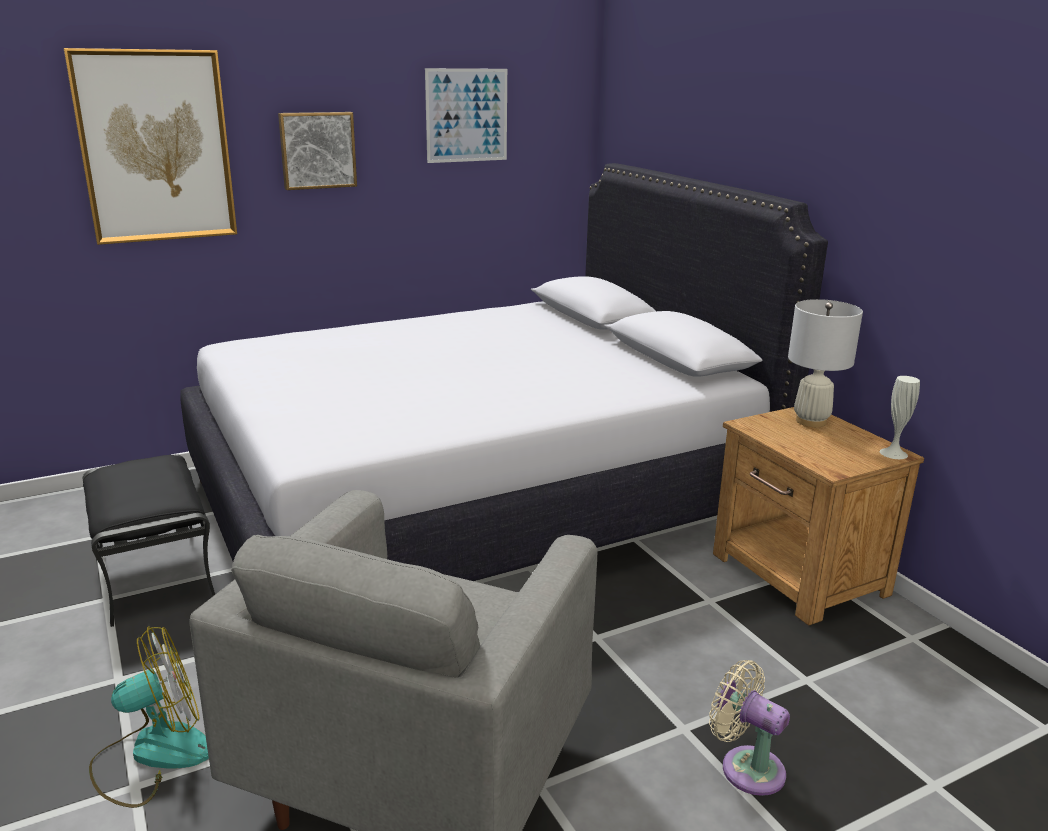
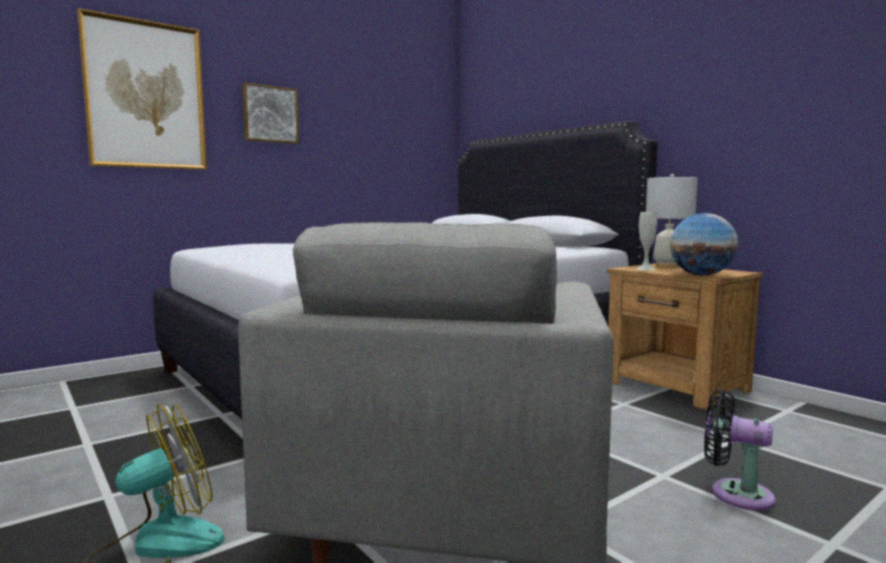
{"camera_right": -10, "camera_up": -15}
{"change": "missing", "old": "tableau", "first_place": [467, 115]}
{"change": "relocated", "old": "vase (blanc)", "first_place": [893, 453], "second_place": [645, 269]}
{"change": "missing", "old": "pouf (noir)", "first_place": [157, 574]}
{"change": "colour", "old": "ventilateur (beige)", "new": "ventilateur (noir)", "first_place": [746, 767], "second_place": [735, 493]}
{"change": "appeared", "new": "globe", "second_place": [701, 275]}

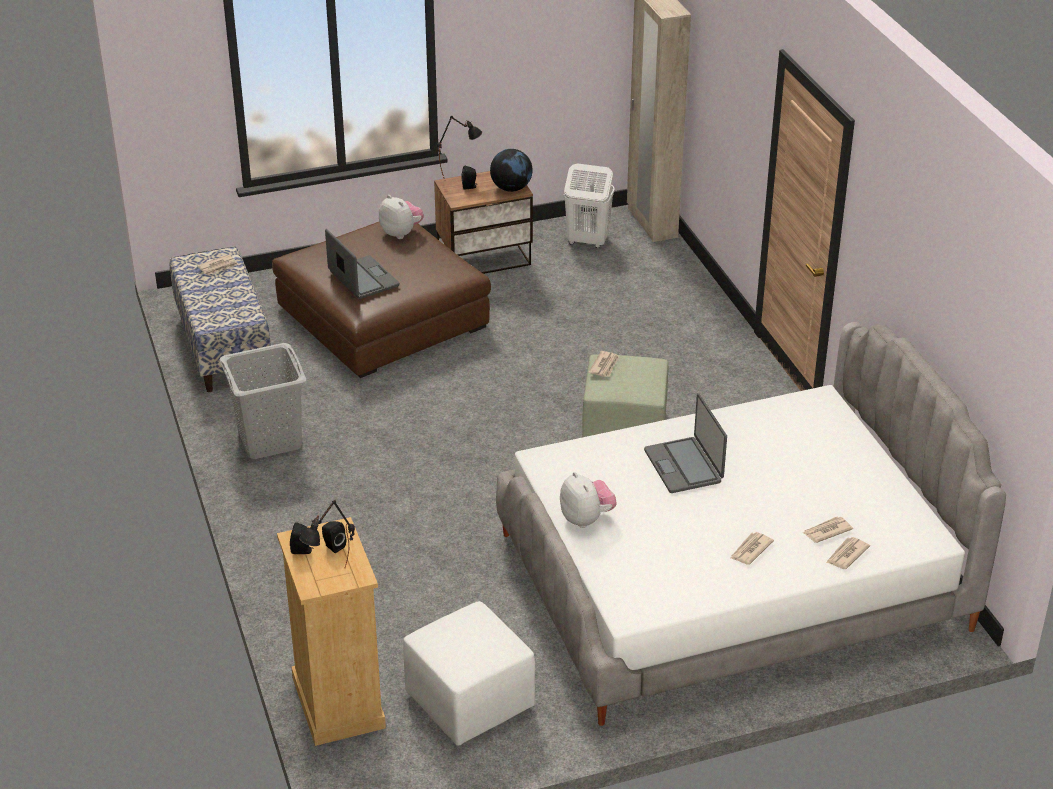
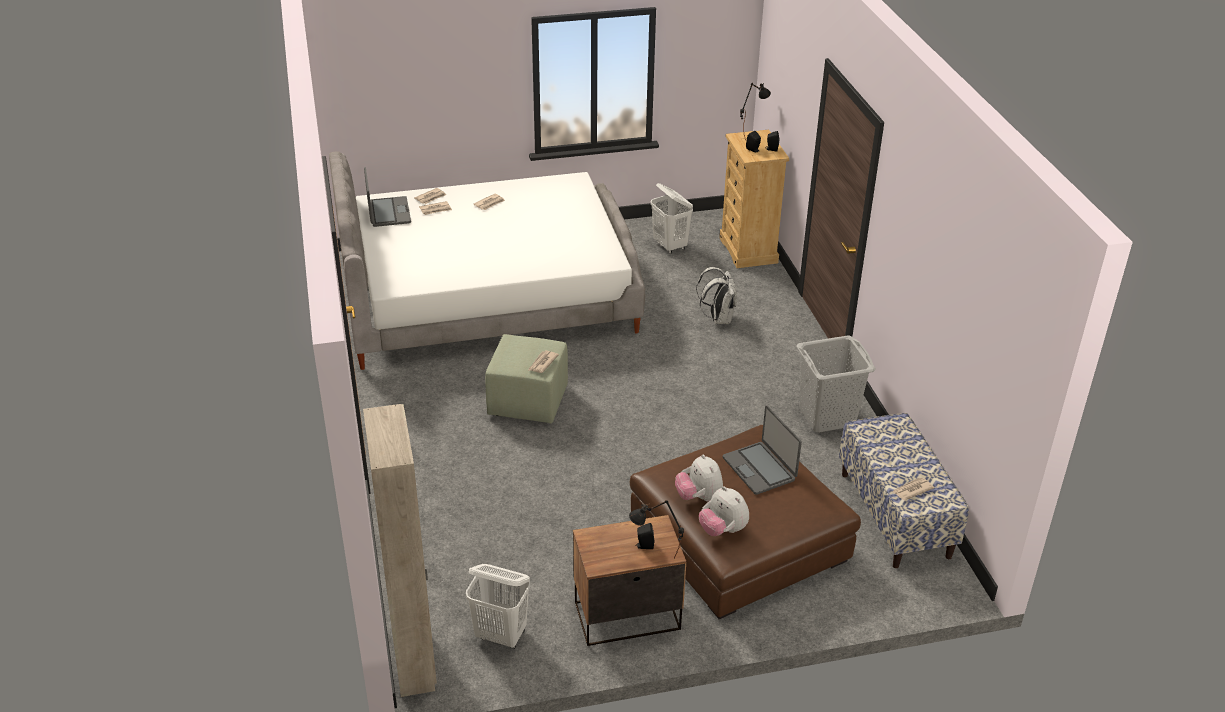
{"camera_right": -175, "camera_up": 0}
{"change": "missing", "old": "globe", "first_place": [511, 188]}
{"change": "relocated", "old": "ordinateur portable", "first_place": [684, 466], "second_place": [388, 213]}
{"change": "relocated", "old": "peluche", "first_place": [586, 519], "second_place": [699, 497]}
{"change": "exchanged", "old": "pouf (blanc)", "new": "panier à linge (blanc)", "first_place": [468, 701], "second_place": [670, 246]}
{"change": "appeared", "new": "sac à dos (blanc)", "second_place": [718, 318]}

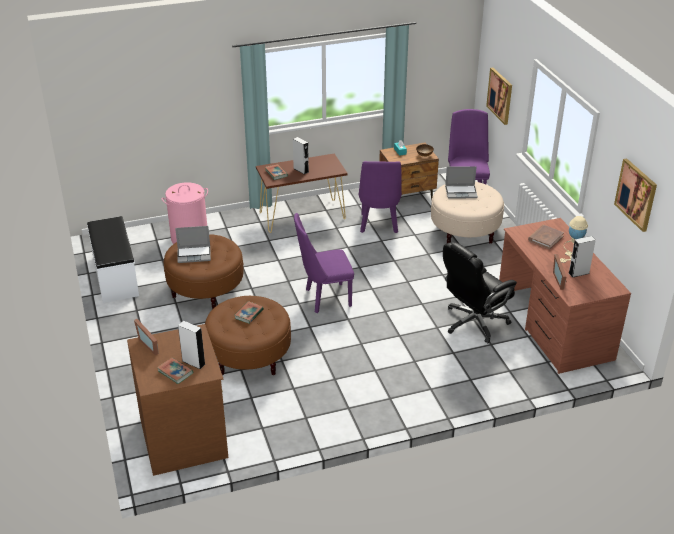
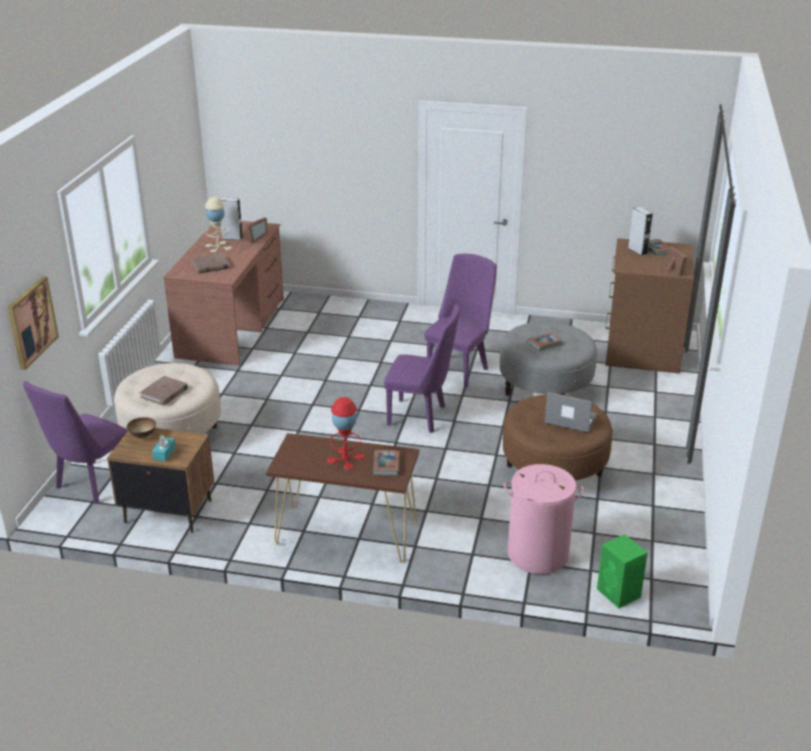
{"camera_right": -150, "camera_up": -5}
{"change": "exchanged", "old": "enceinte (gris)", "new": "lampe de table (rouge)", "first_place": [301, 170], "second_place": [345, 458]}
{"change": "missing", "old": "tableau", "first_place": [636, 194]}
{"change": "relocated", "old": "chaise (violet)", "first_place": [379, 225], "second_place": [459, 369]}
{"change": "exchanged", "old": "ordinateur portable", "new": "livre (marron)", "first_place": [461, 192], "second_place": [164, 393]}
{"change": "missing", "old": "banc (blanc)", "first_place": [115, 276]}
{"change": "missing", "old": "chaise de bureau (noir)", "first_place": [474, 322]}
{"change": "colour", "old": "pouf (marron)", "new": "pouf (gris)", "first_place": [249, 356], "second_place": [545, 389]}
{"change": "appeared", "new": "enceinte (vert)", "second_place": [619, 593]}

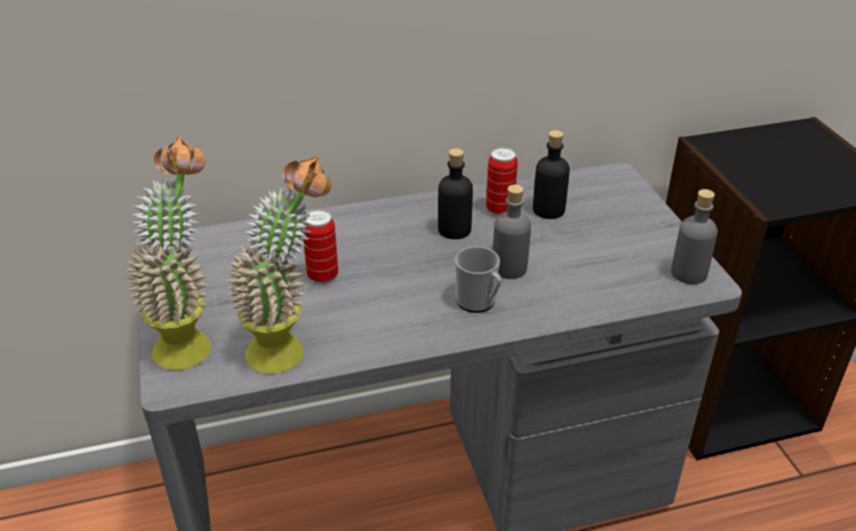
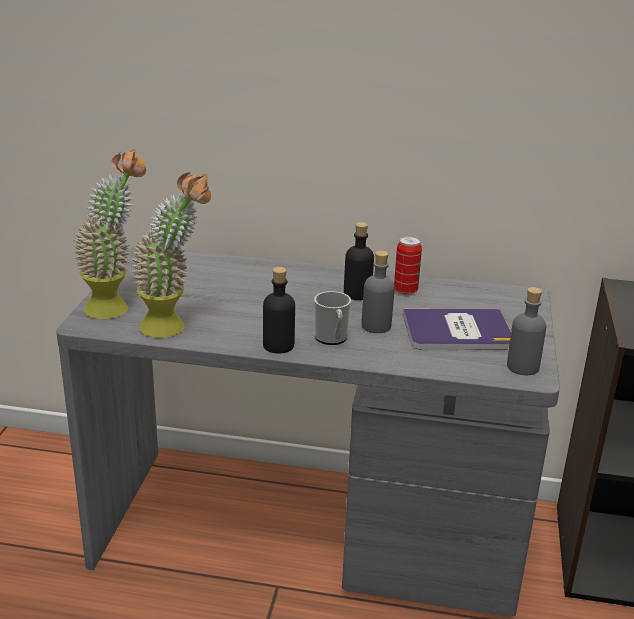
{"camera_right": 25, "camera_up": -10}
{"change": "relocated", "old": "bouteille (noir)", "first_place": [548, 210], "second_place": [278, 345]}
{"change": "missing", "old": "boîte métallique", "first_place": [322, 276]}
{"change": "appeared", "new": "livre", "second_place": [457, 331]}

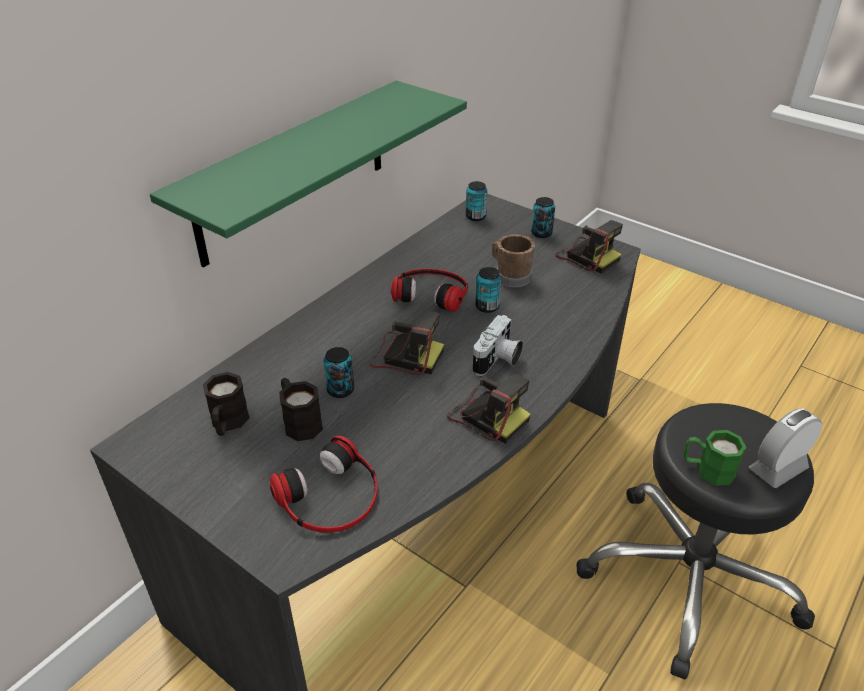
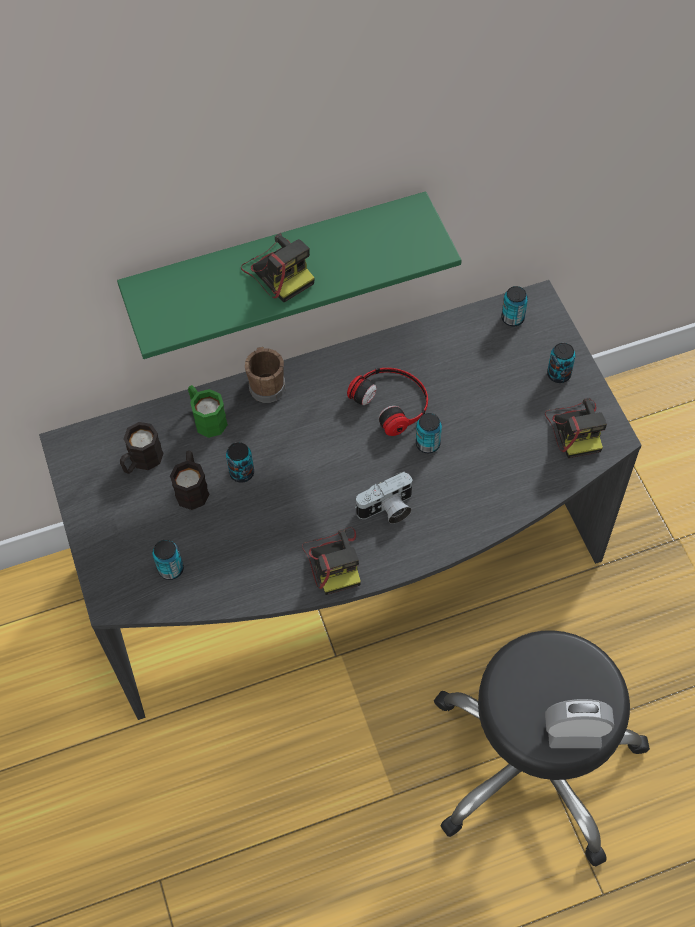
{"camera_right": 35, "camera_up": 20}
{"change": "relocated", "old": "mug (marron)", "first_place": [510, 276], "second_place": [266, 384]}
{"change": "relocated", "old": "appareil photo", "first_place": [405, 356], "second_place": [279, 271]}
{"change": "relocated", "old": "mug (vert)", "first_place": [707, 469], "second_place": [206, 418]}
{"change": "exchanged", "old": "casque audio", "new": "boîte métallique", "first_place": [331, 496], "second_place": [171, 569]}

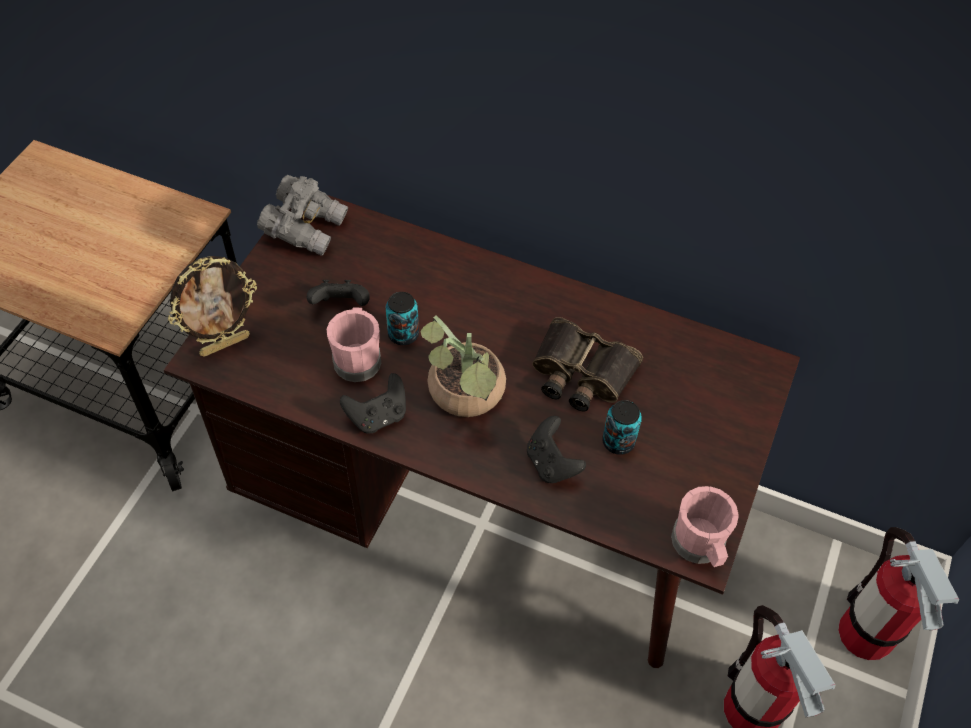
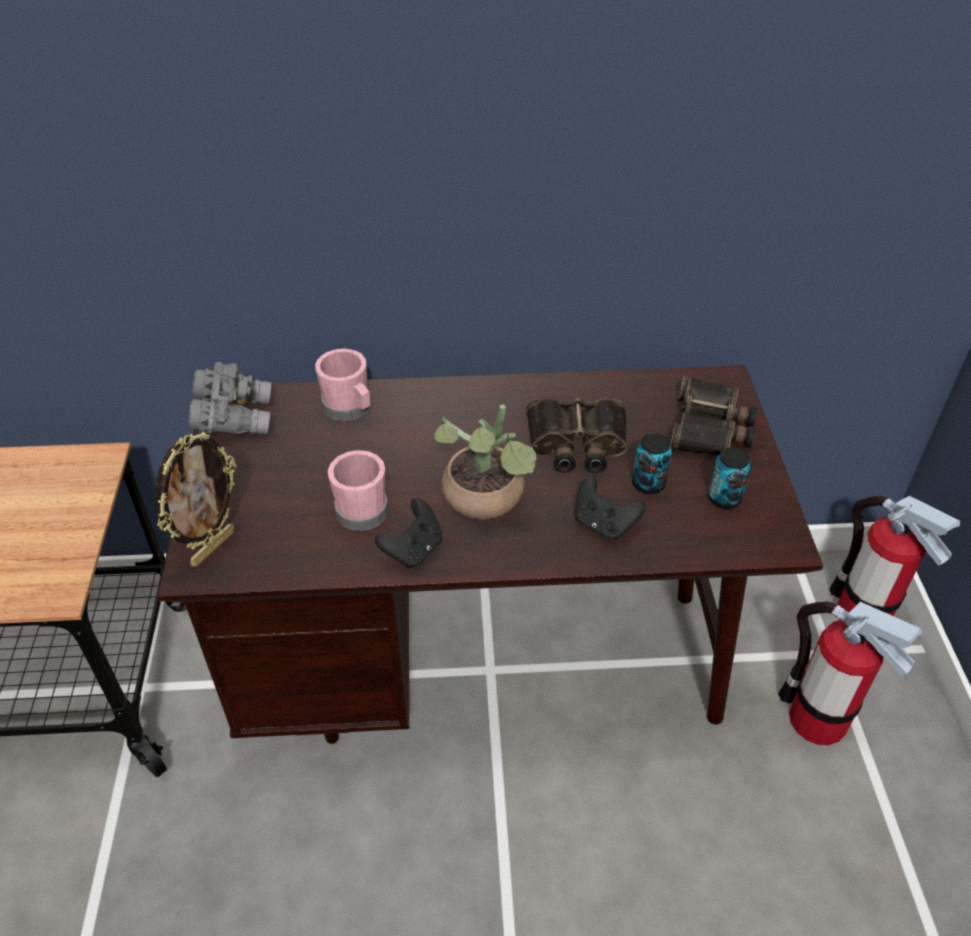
{"camera_right": -25, "camera_up": -10}
{"change": "missing", "old": "manette (noir)", "first_place": [341, 306]}
{"change": "relocated", "old": "boîte métallique", "first_place": [403, 334], "second_place": [724, 498]}
{"change": "relocated", "old": "mug (rose)", "first_place": [700, 546], "second_place": [350, 409]}
{"change": "appeared", "new": "jumelles", "second_place": [710, 428]}

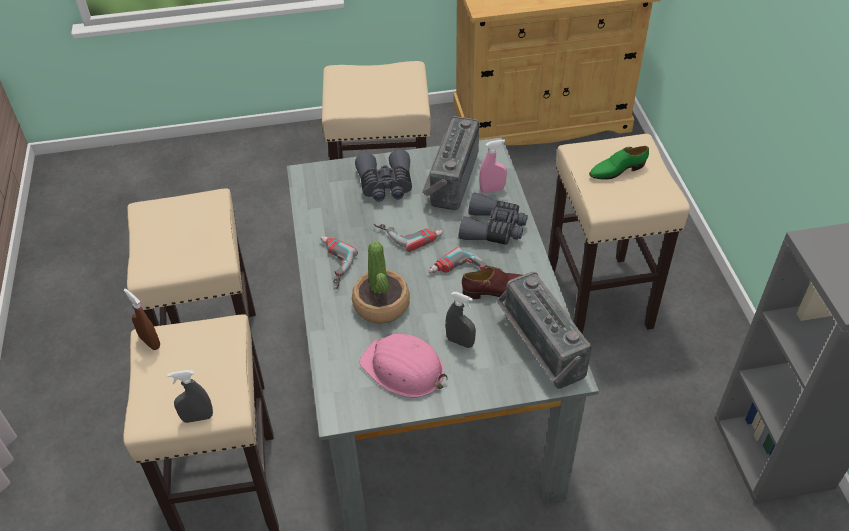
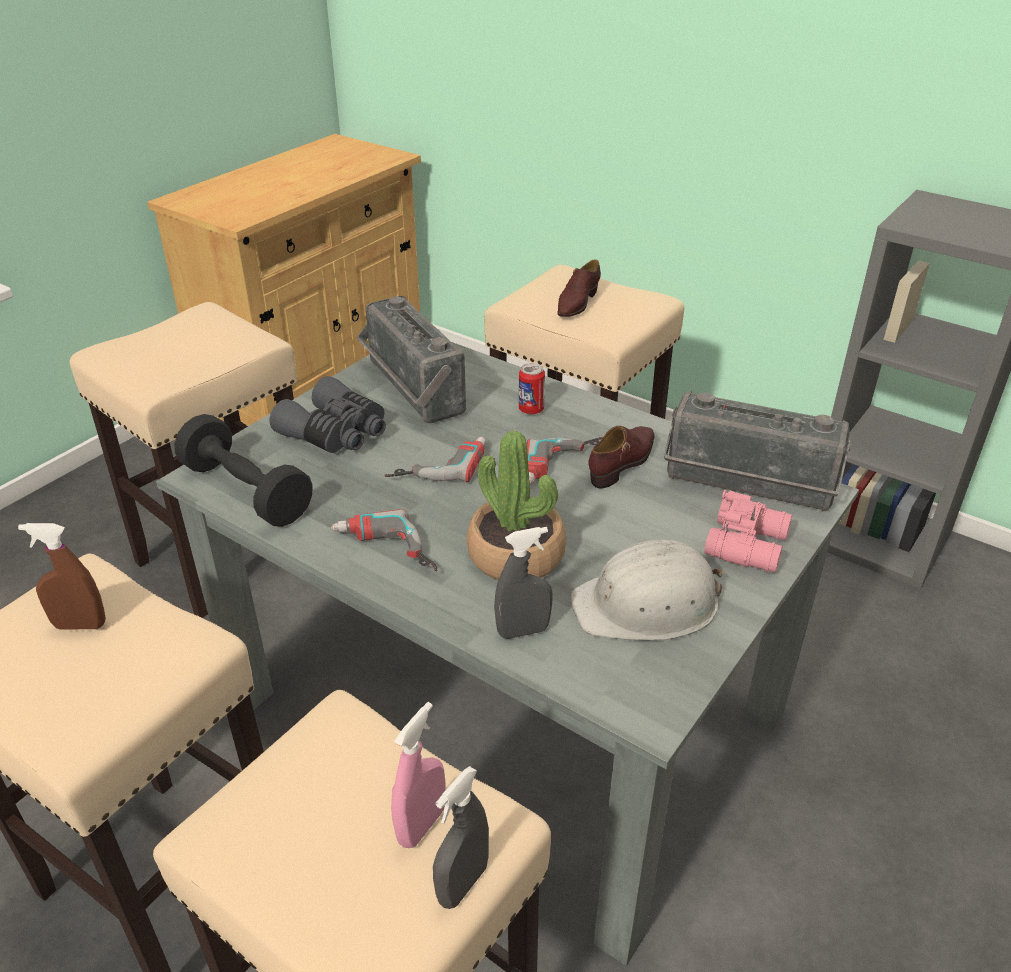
{"camera_right": -45, "camera_up": -10}
{"change": "relocated", "old": "vaporisateur (rose)", "first_place": [492, 189], "second_place": [421, 825]}
{"change": "colour", "old": "chaussure (vert)", "new": "chaussure (marron)", "first_place": [617, 170], "second_place": [577, 302]}
{"change": "exchanged", "old": "jumelles (gris)", "new": "boîte métallique", "first_place": [493, 229], "second_place": [531, 409]}
{"change": "relocated", "old": "vaporisateur (marron)", "first_place": [150, 342], "second_place": [80, 625]}
{"change": "relocated", "old": "vaporisateur (gris)", "first_place": [460, 342], "second_place": [523, 631]}
{"change": "colour", "old": "casque de chantier (rose)", "new": "casque de chantier (blanc)", "first_place": [403, 369], "second_place": [648, 605]}
{"change": "appeared", "new": "haltère (noir)", "second_place": [247, 492]}
{"change": "appeared", "new": "jumelles (rose)", "second_place": [749, 544]}

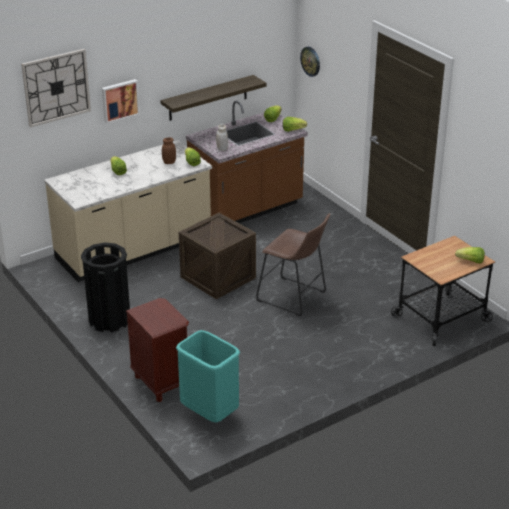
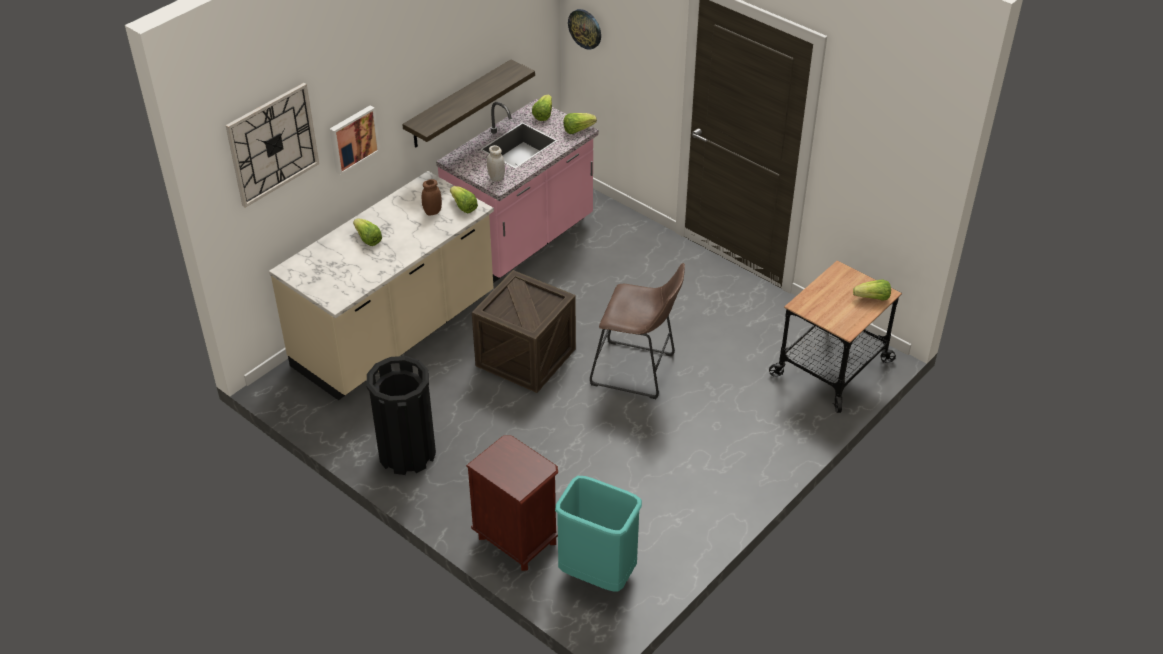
{"camera_right": -15, "camera_up": 10}
{"change": "colour", "old": "comptoir de cuisine (marron)", "new": "comptoir de cuisine (rose)", "first_place": [247, 209], "second_place": [521, 240]}

